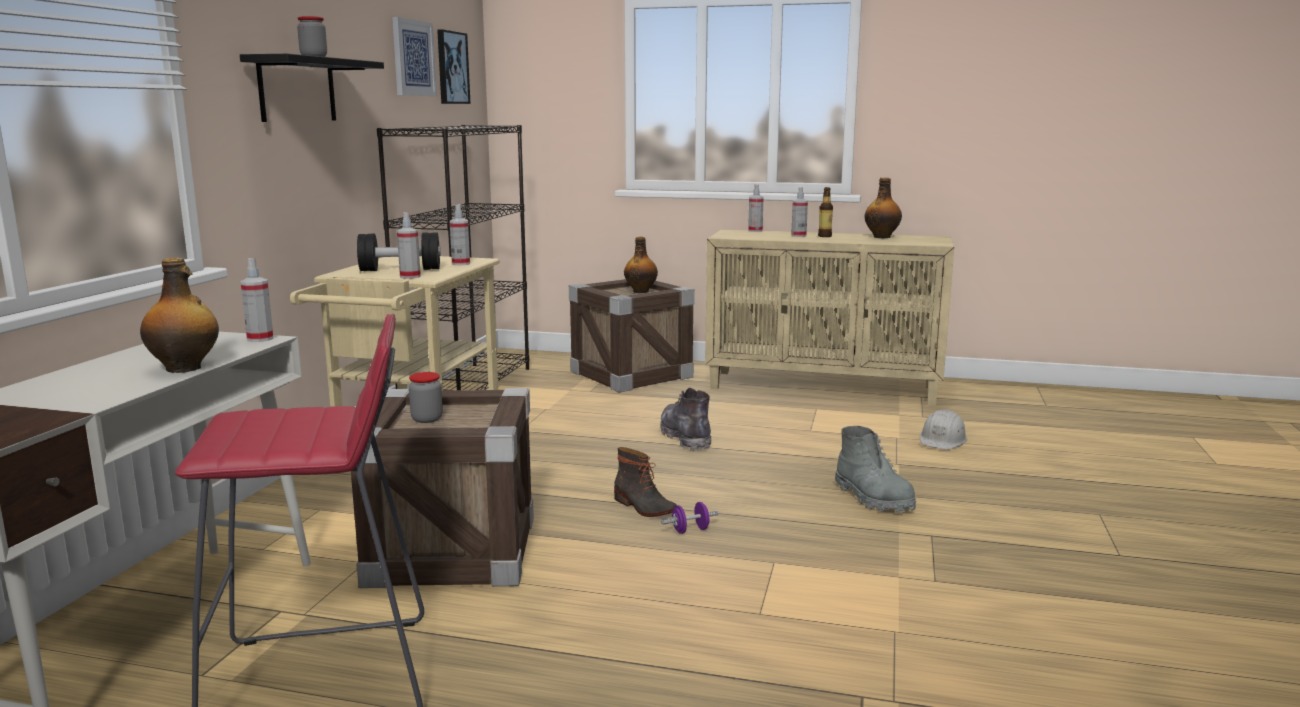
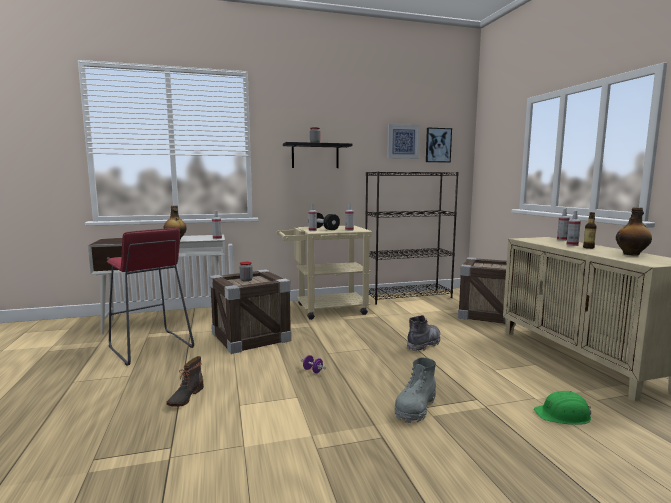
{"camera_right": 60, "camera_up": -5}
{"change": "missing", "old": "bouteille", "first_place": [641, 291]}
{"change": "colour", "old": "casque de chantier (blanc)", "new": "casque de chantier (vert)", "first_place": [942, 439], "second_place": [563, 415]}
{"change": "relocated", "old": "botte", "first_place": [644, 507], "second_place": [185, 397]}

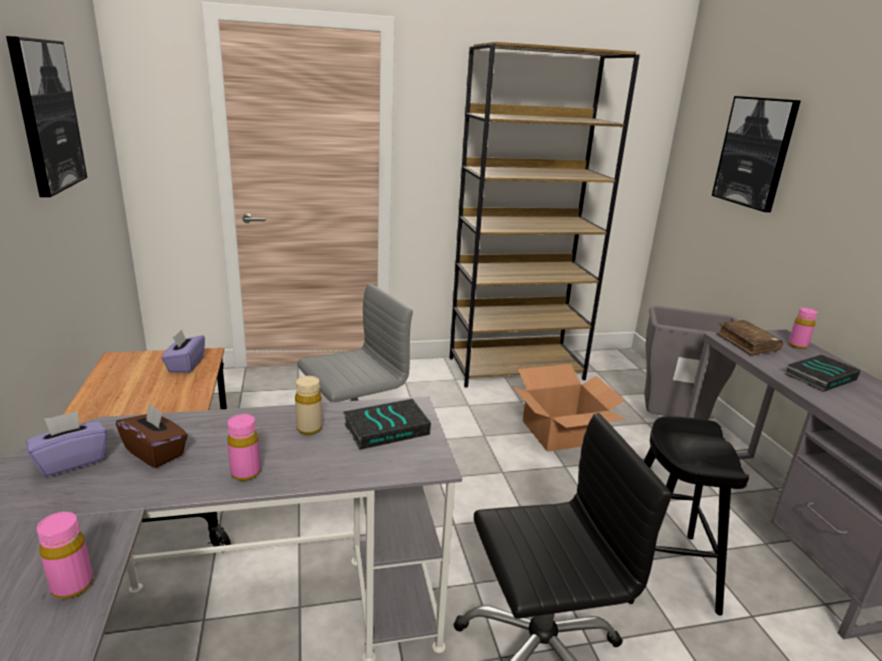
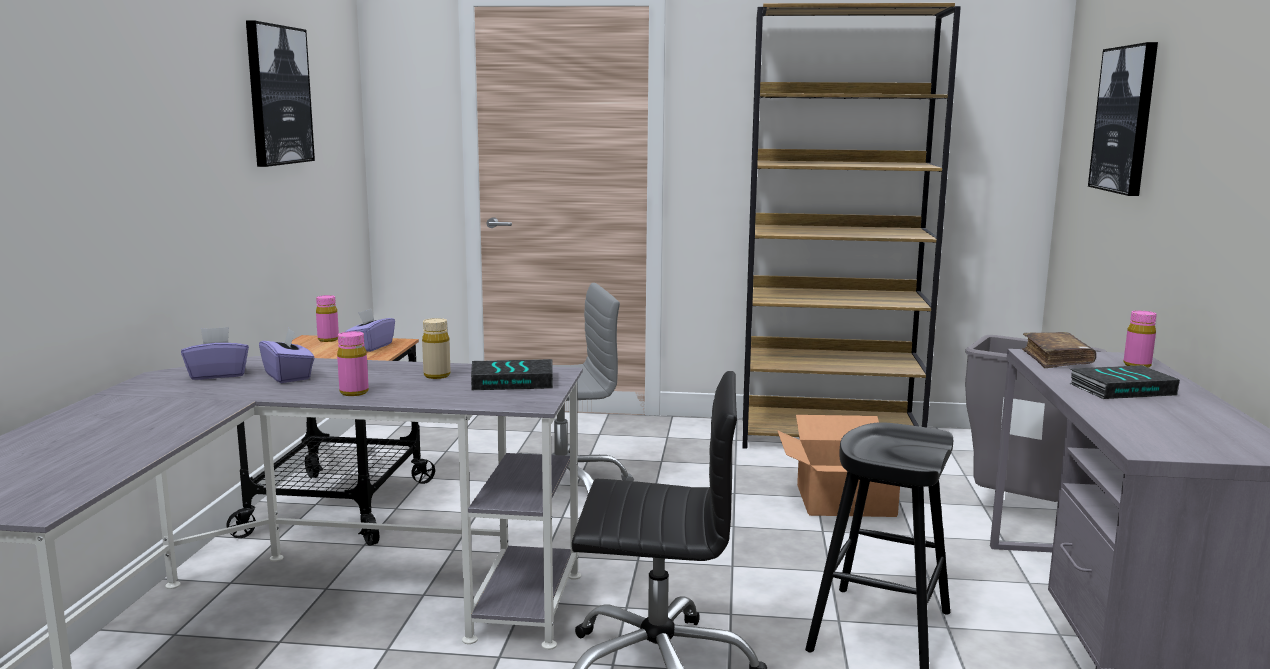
{"camera_right": 20, "camera_up": -10}
{"change": "colour", "old": "boîte à mouchoirs (marron)", "new": "boîte à mouchoirs (violet)", "first_place": [155, 452], "second_place": [288, 376]}
{"change": "relocated", "old": "bouteille (rose)", "first_place": [72, 586], "second_place": [328, 339]}

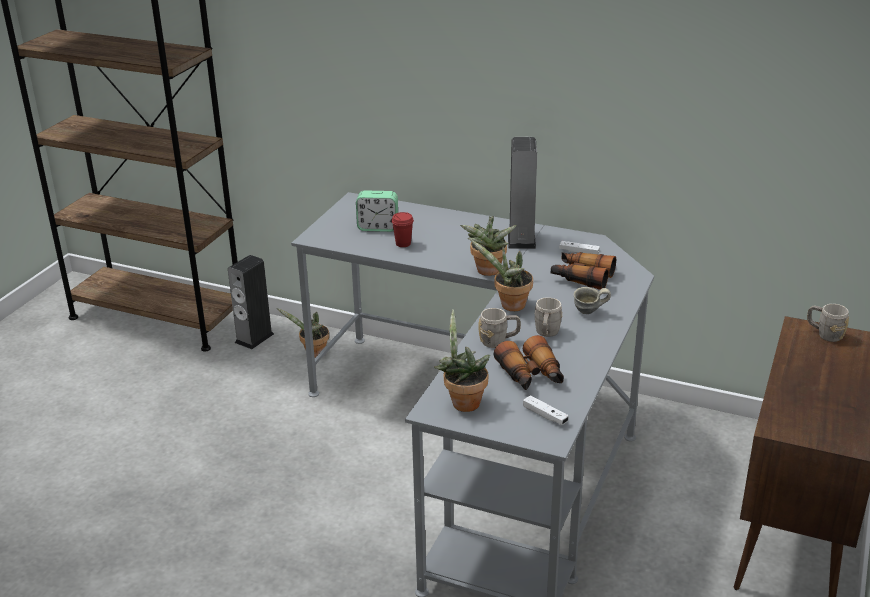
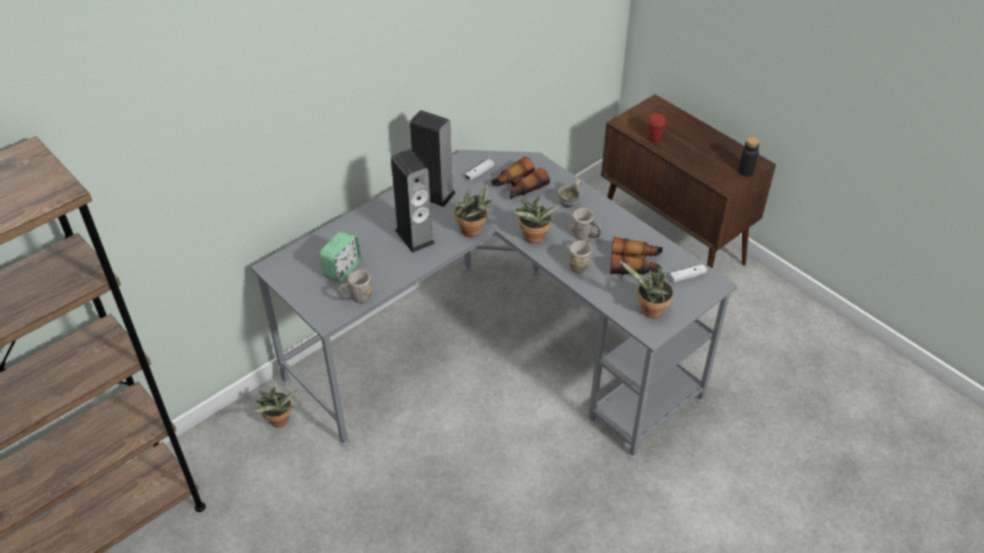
{"camera_right": -65, "camera_up": 15}
{"change": "relocated", "old": "tasse (rouge)", "first_place": [403, 244], "second_place": [654, 138]}
{"change": "relocated", "old": "enceinte", "first_place": [254, 338], "second_place": [414, 237]}
{"change": "relocated", "old": "mug (gris)", "first_place": [824, 334], "second_place": [356, 298]}
{"change": "appeared", "new": "bouteille (noir)", "second_place": [745, 171]}

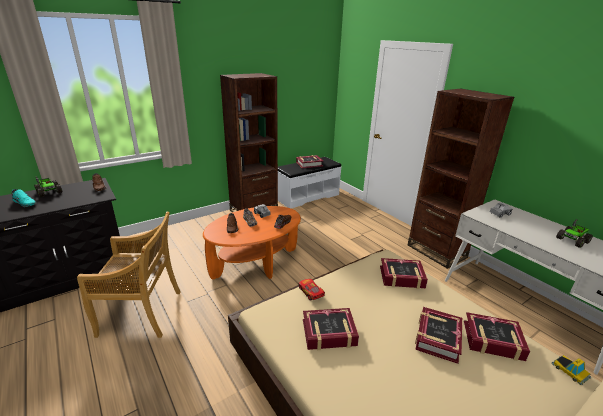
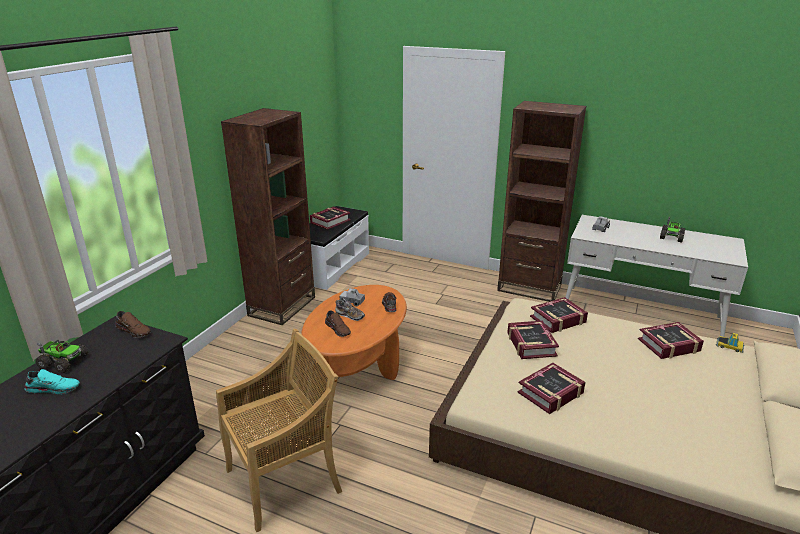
{"camera_right": -30, "camera_up": 0}
{"change": "missing", "old": "petite voiture", "first_place": [310, 292]}
{"change": "relocated", "old": "livre", "first_place": [437, 338], "second_place": [530, 344]}

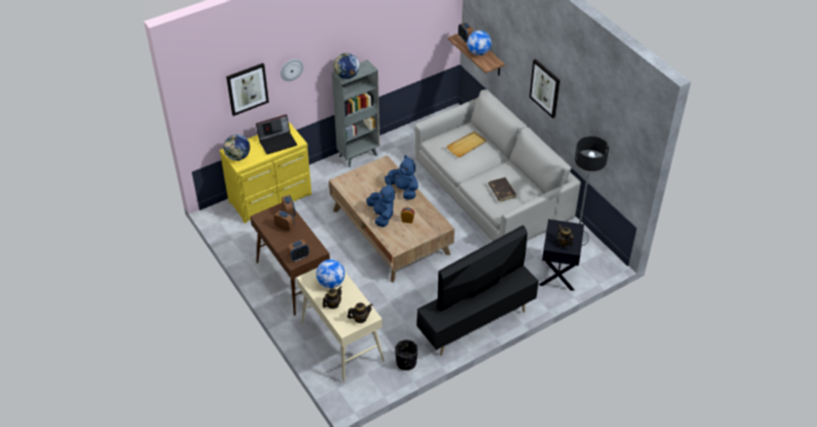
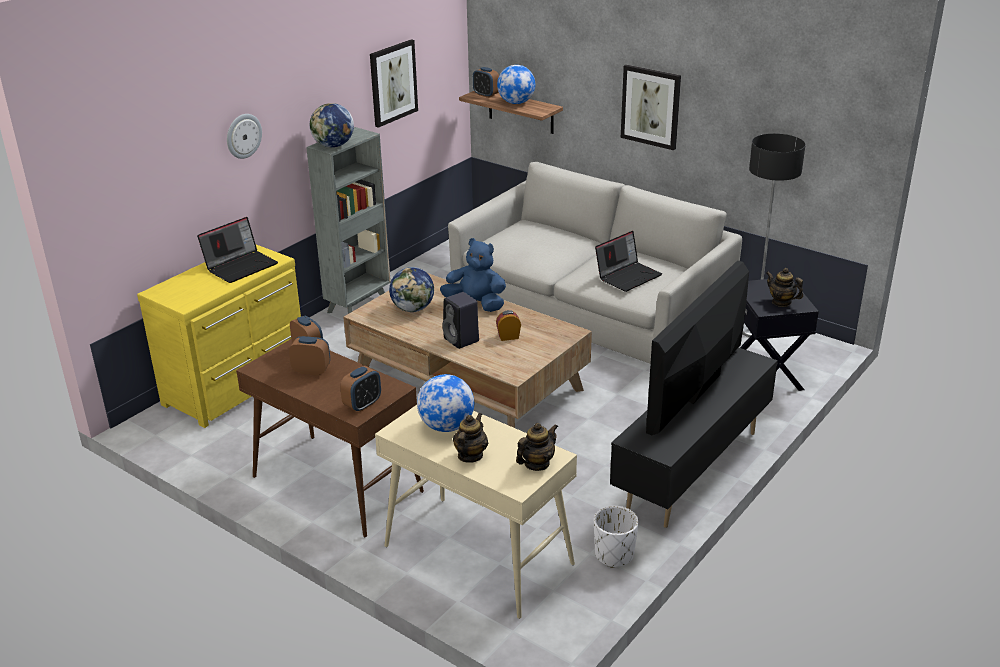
{"camera_right": -20, "camera_up": -15}
{"change": "relocated", "old": "tableau", "first_place": [247, 88], "second_place": [393, 82]}
{"change": "missing", "old": "plateau (beige)", "first_place": [467, 145]}
{"change": "relocated", "old": "globe", "first_place": [238, 157], "second_place": [413, 309]}
{"change": "exchanged", "old": "livre (marron)", "new": "ordinateur portable", "first_place": [501, 190], "second_place": [628, 276]}
{"change": "exchanged", "old": "peluche (bleu)", "new": "enceinte (noir)", "first_place": [382, 216], "second_place": [462, 340]}
{"change": "colour", "old": "cache-pot (noir)", "new": "cache-pot (blanc)", "first_place": [406, 363], "second_place": [614, 555]}

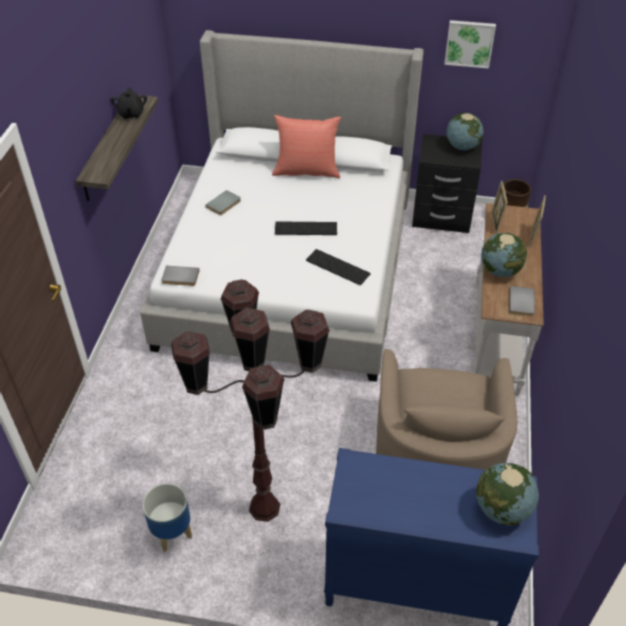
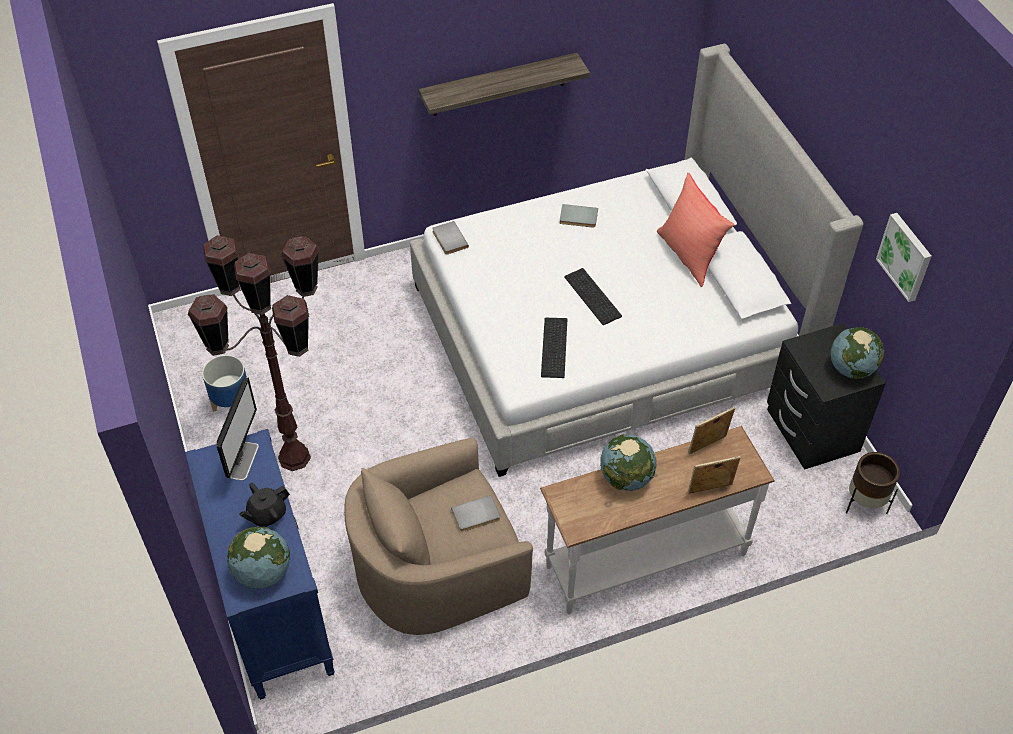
{"camera_right": 60, "camera_up": 5}
{"change": "relocated", "old": "théière (noir)", "first_place": [131, 114], "second_place": [267, 514]}
{"change": "relocated", "old": "livre (gris)", "first_place": [522, 302], "second_place": [476, 516]}
{"change": "appeared", "new": "écran d'ordinateur", "second_place": [244, 460]}

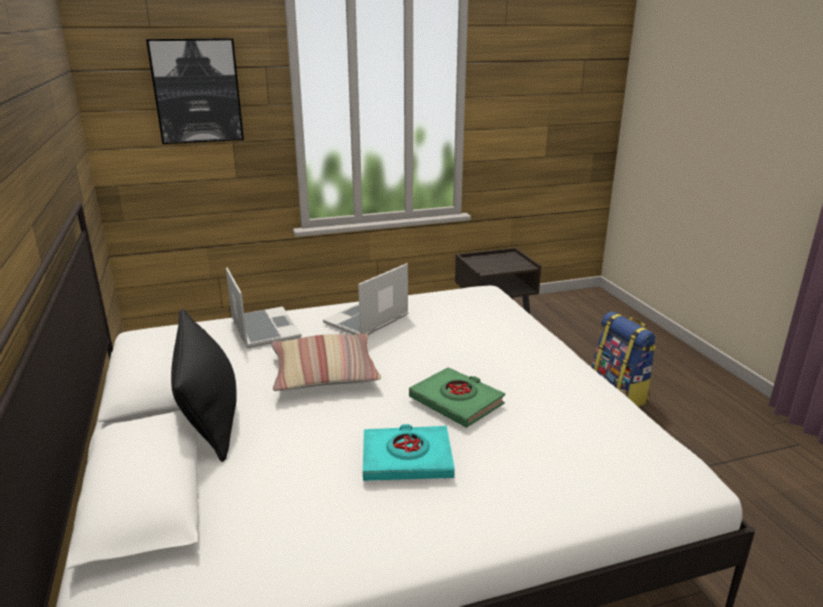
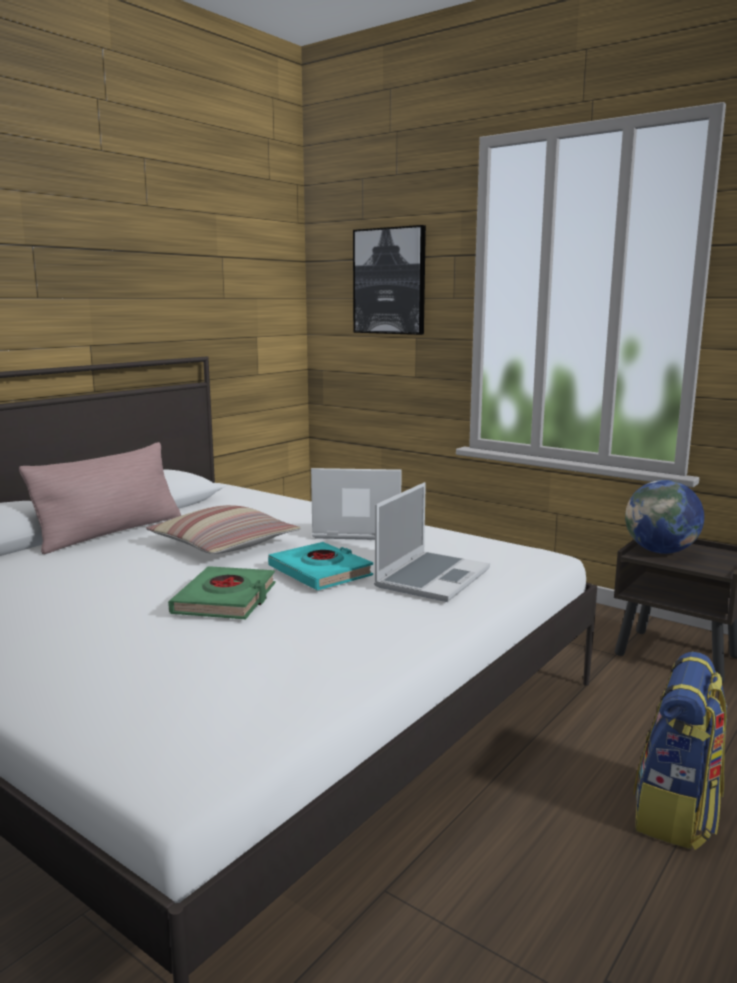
{"camera_right": 55, "camera_up": -10}
{"change": "relocated", "old": "ordinateur portable", "first_place": [263, 329], "second_place": [432, 578]}
{"change": "colour", "old": "coussin (noir)", "new": "coussin (rose)", "first_place": [209, 414], "second_place": [111, 532]}
{"change": "relocated", "old": "livre (turquoise)", "first_place": [407, 459], "second_place": [320, 572]}
{"change": "appeared", "new": "globe", "second_place": [660, 551]}

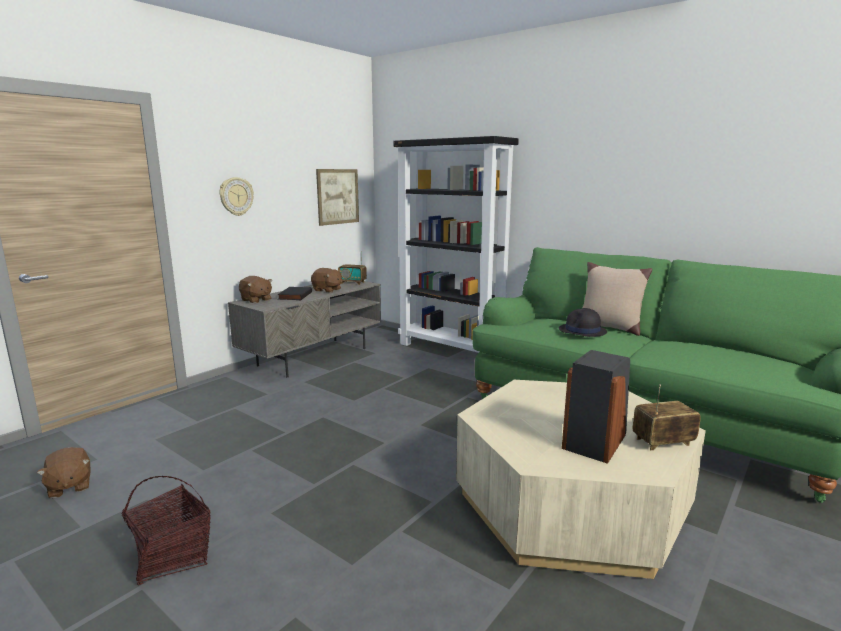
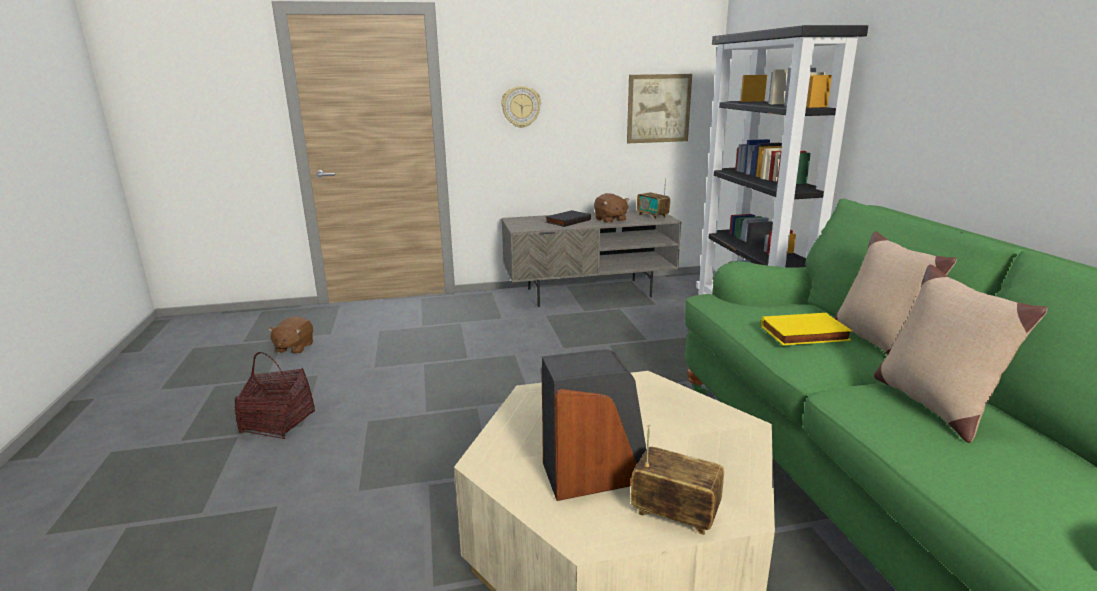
{"camera_right": 40, "camera_up": 5}
{"change": "missing", "old": "peluche (marron)", "first_place": [256, 300]}
{"change": "exchanged", "old": "chapeau (noir)", "new": "livre (jaune)", "first_place": [582, 331], "second_place": [804, 334]}
{"change": "appeared", "new": "coussin (beige)", "second_place": [932, 404]}

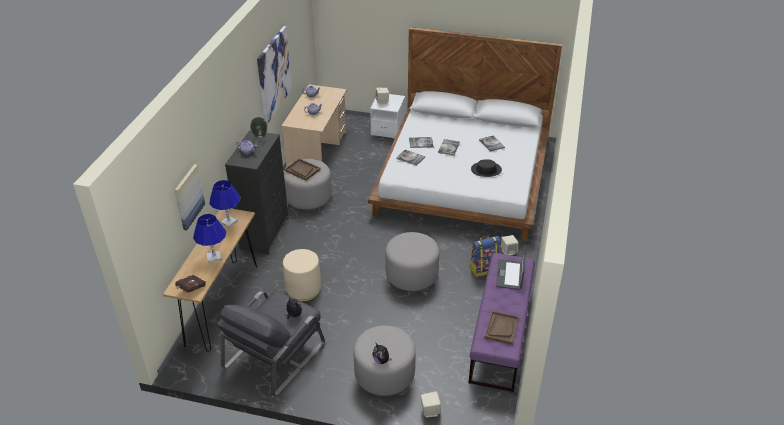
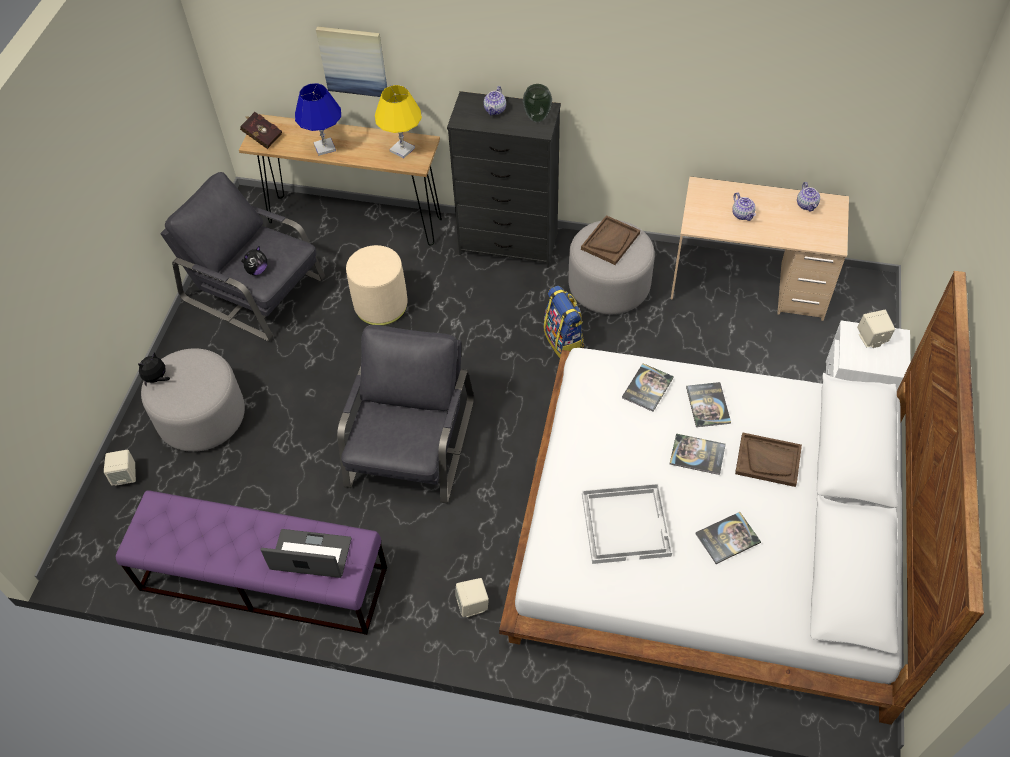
{"camera_right": 90, "camera_up": 15}
{"change": "missing", "old": "tableau", "first_place": [274, 74]}
{"change": "exchanged", "old": "chapeau (noir)", "new": "plateau (blanc)", "first_place": [486, 170], "second_place": [626, 523]}
{"change": "colour", "old": "lampe de table (bleu)", "new": "lampe de table (jaune)", "first_place": [228, 222], "second_place": [402, 149]}
{"change": "exchanged", "old": "pouf (gris)", "new": "fauteuil (gris)", "first_place": [411, 274], "second_place": [410, 445]}
{"change": "relocated", "old": "sac à dos", "first_place": [483, 268], "second_place": [564, 341]}
{"change": "relocated", "old": "plateau (marron)", "first_place": [501, 328], "second_place": [768, 460]}

